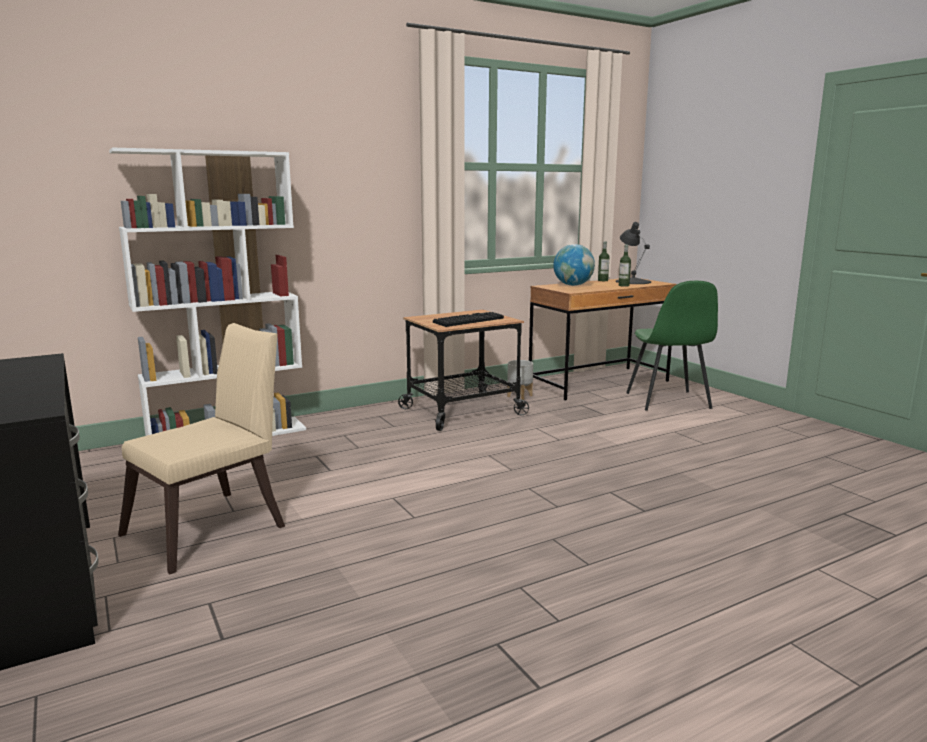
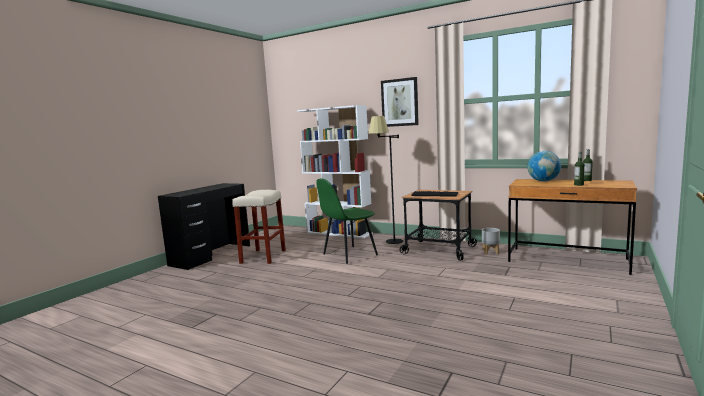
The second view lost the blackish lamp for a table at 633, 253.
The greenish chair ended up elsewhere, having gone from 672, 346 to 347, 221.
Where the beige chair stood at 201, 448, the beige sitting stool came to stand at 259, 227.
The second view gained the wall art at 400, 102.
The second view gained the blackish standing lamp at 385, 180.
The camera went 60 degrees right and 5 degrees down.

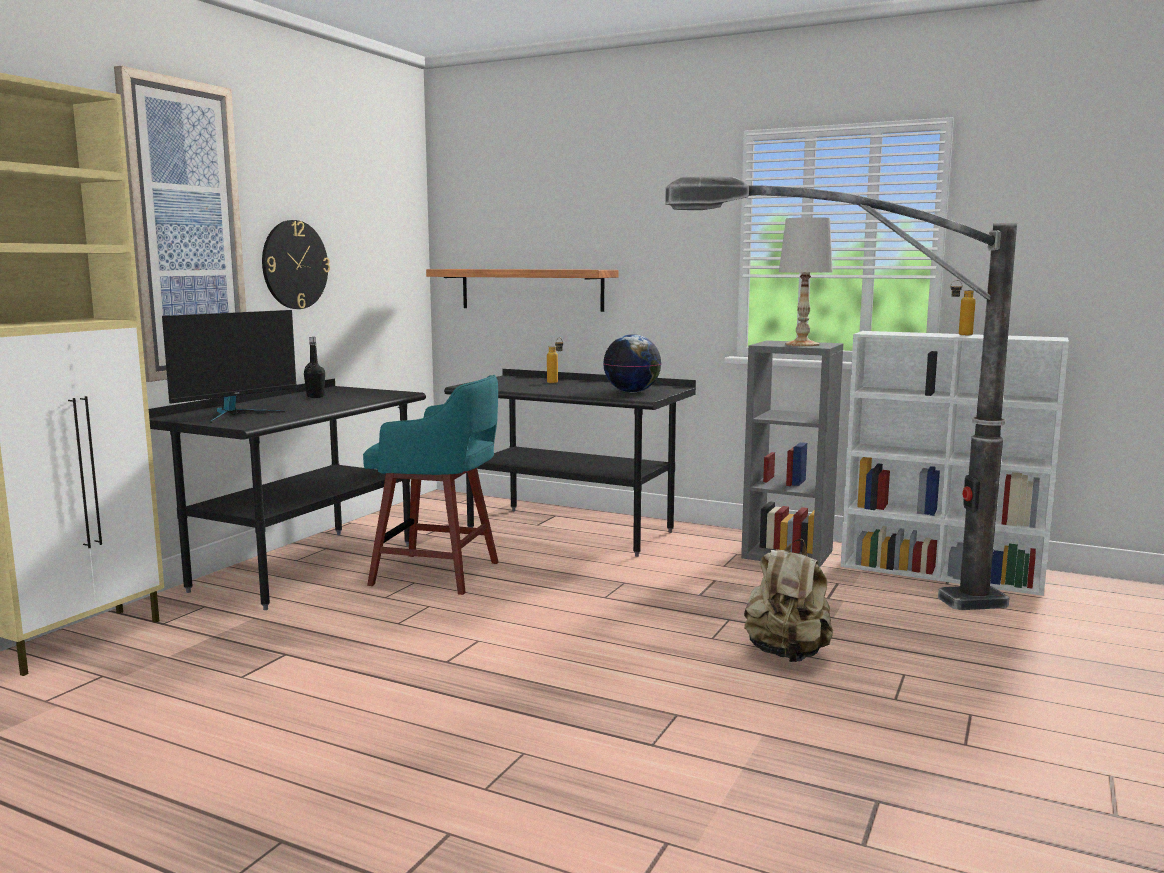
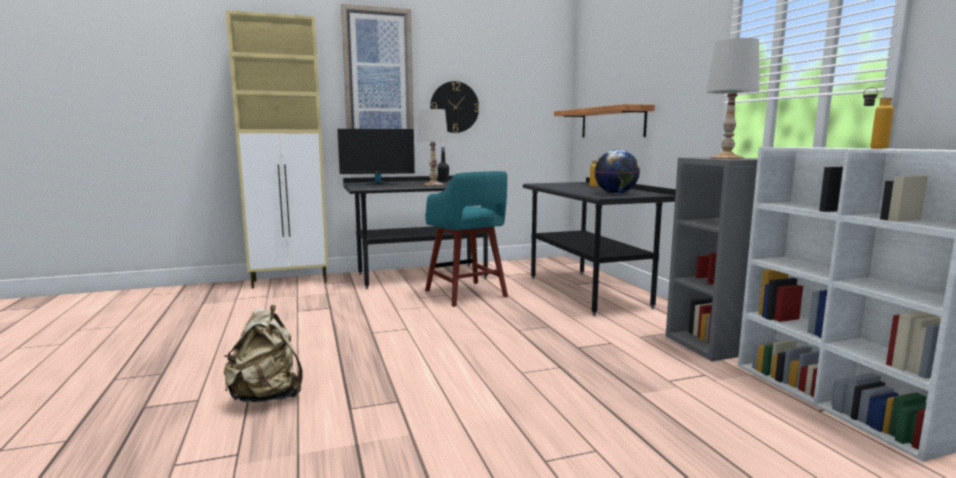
The second view lost the standing lamp at 841, 393.
The beige backpack ended up elsewhere, having gone from 788, 600 to 263, 353.
The second view gained the white-coloured lamp for a table at 432, 147.
The camera went 45 degrees right and 0 degrees up.

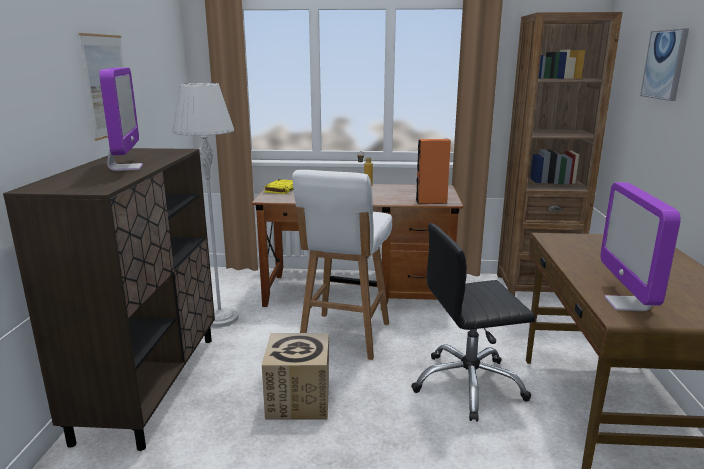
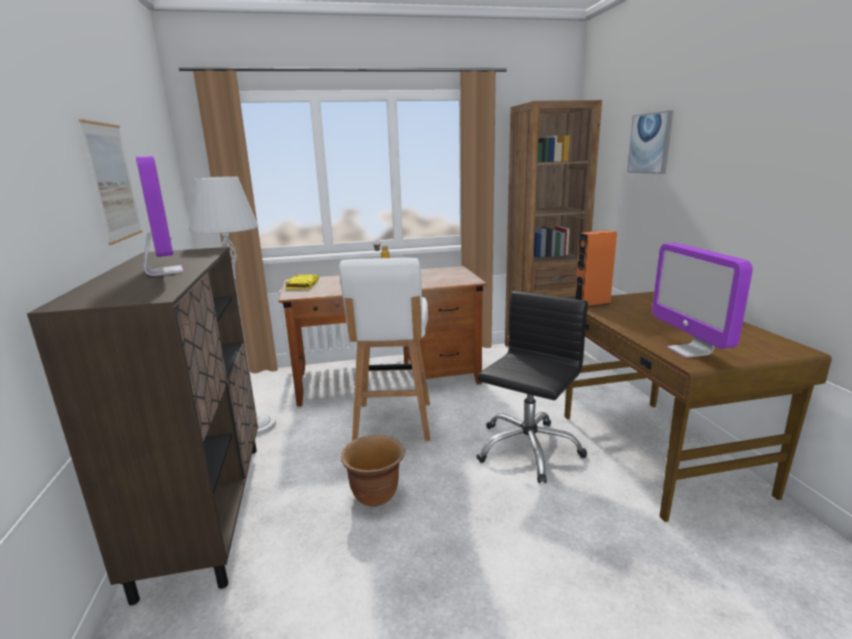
The orangey loudspeaker ended up elsewhere, having gone from 433, 171 to 596, 268.
The blackish desk chair at 473, 322 ended up facing another way, 150 degrees clockwise from before.
Where the carton stood at 295, 376, the brown planter came to stand at 372, 471.
The camera went 15 degrees left and 0 degrees up.

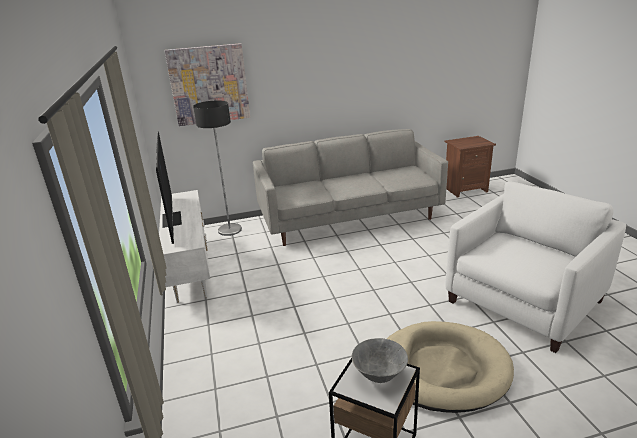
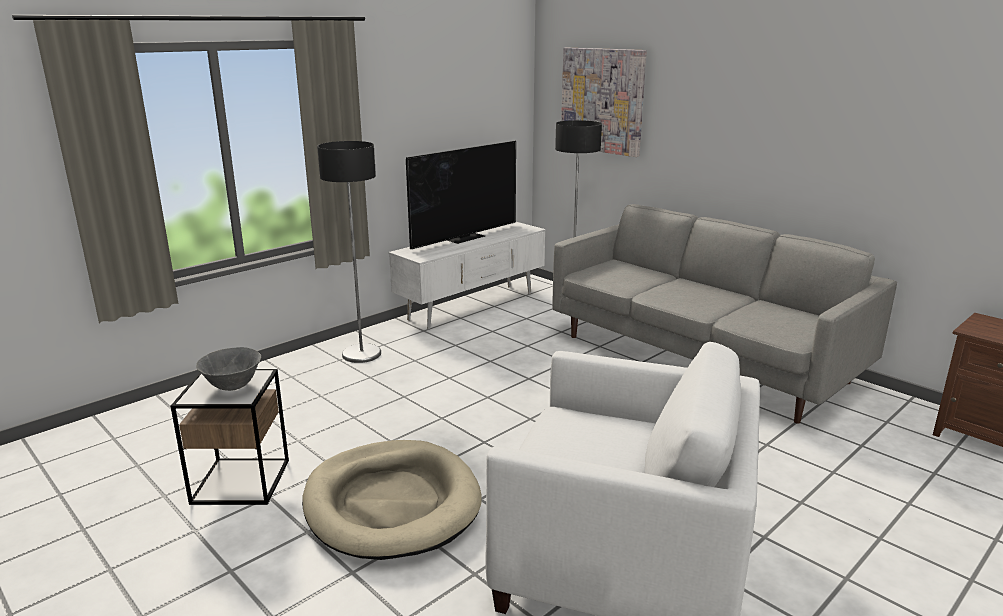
The second view gained the standing lamp at 349, 252.
The camera went 60 degrees right and 5 degrees down.

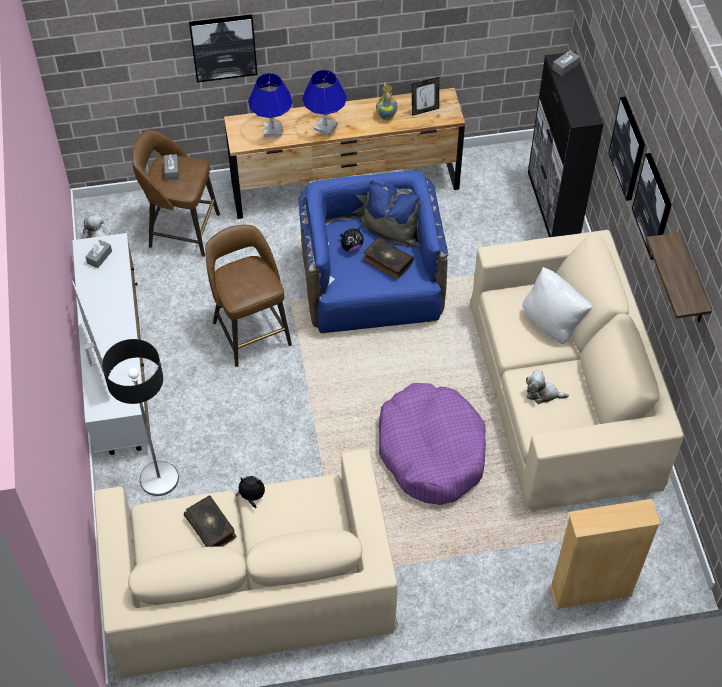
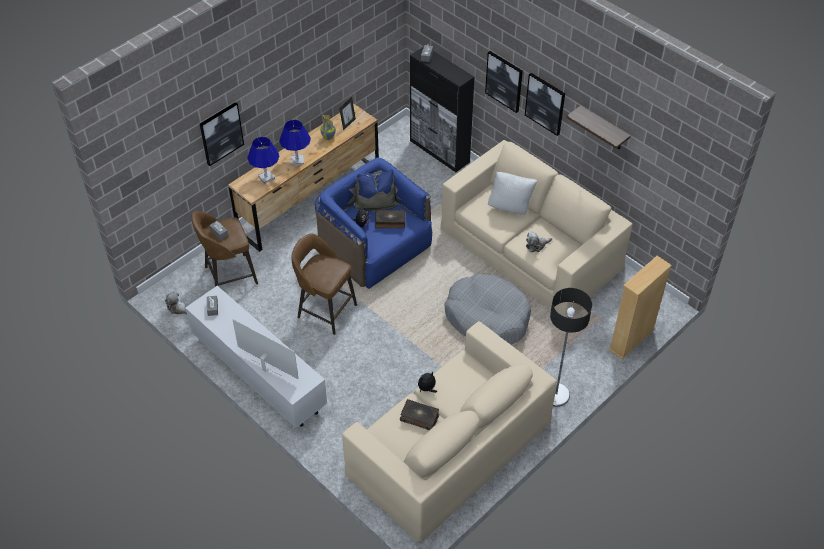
The standing lamp ended up elsewhere, having gone from 140, 417 to 571, 347.
What was the purplish dog cushion at 432, 444 turned into the greyish dog cushion at 488, 309.
The camera went 35 degrees left and 5 degrees down.

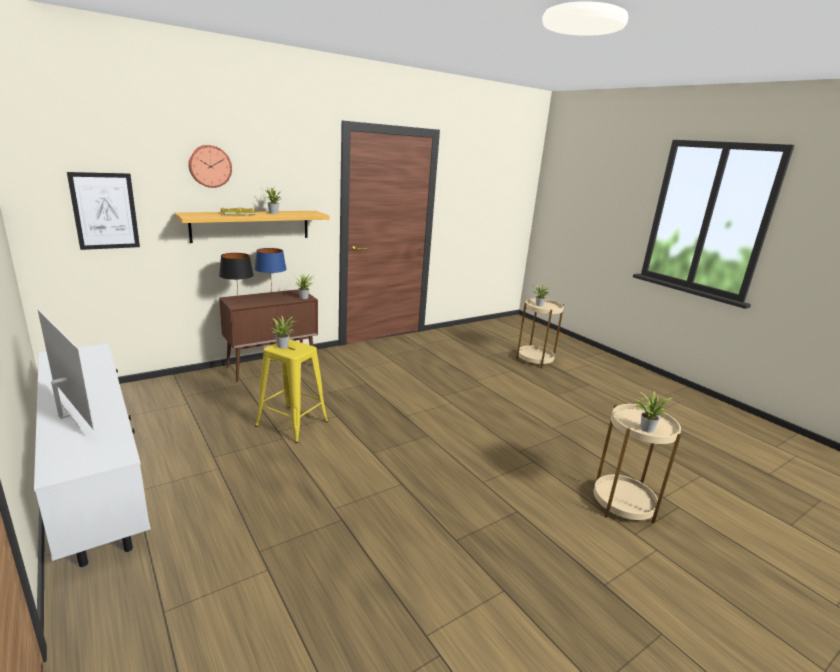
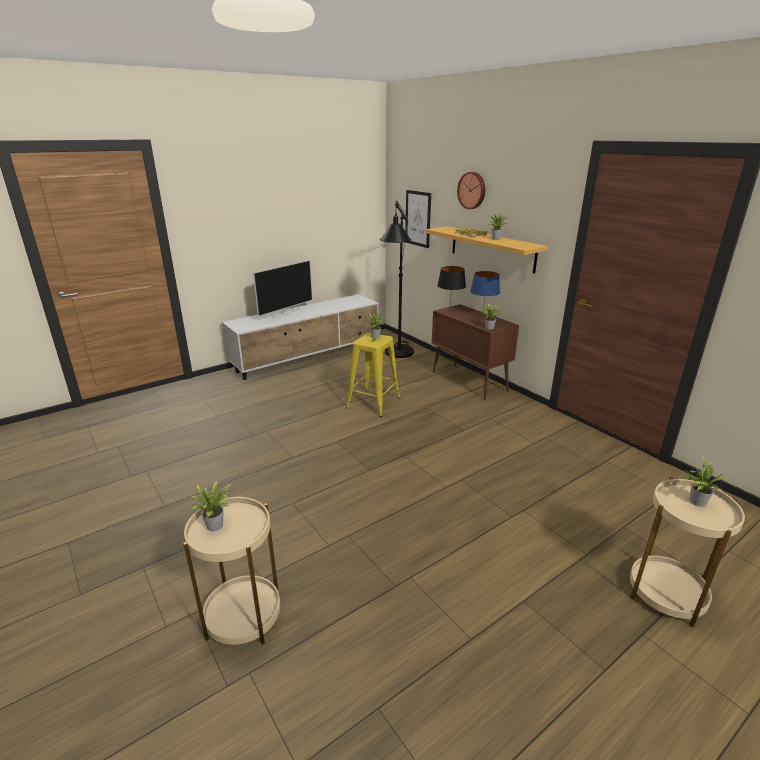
The second view gained the blackish standing lamp at 397, 279.
The camera went 90 degrees right and 5 degrees up.

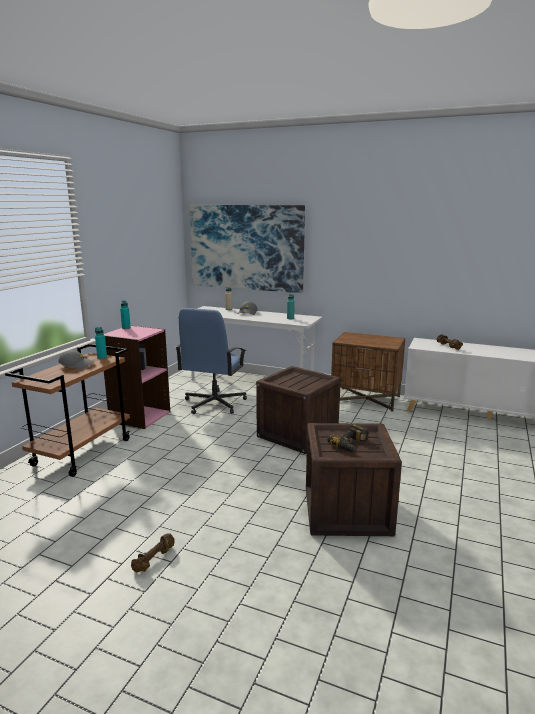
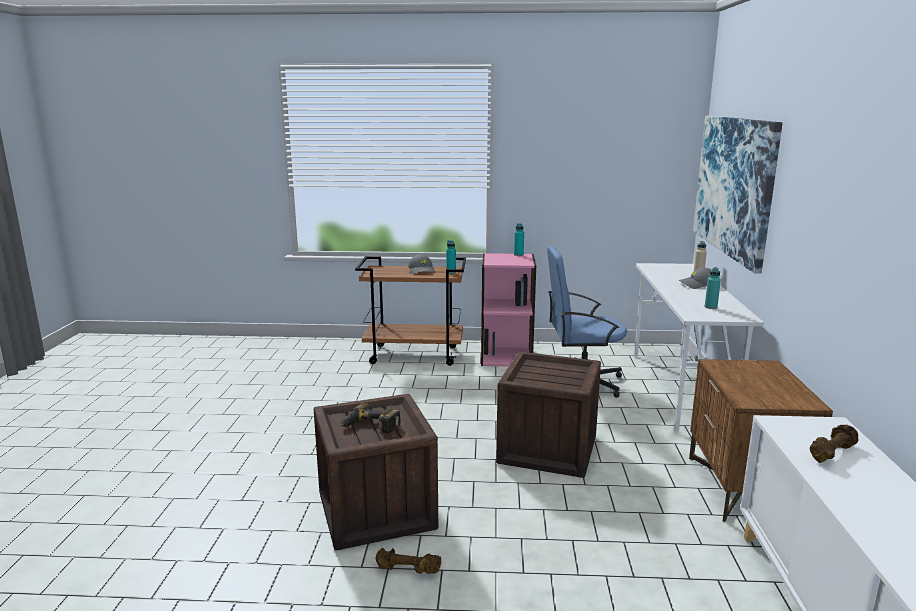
The brown free weight ended up elsewhere, having gone from 153, 552 to 408, 561.
The camera went 70 degrees right and 0 degrees up.

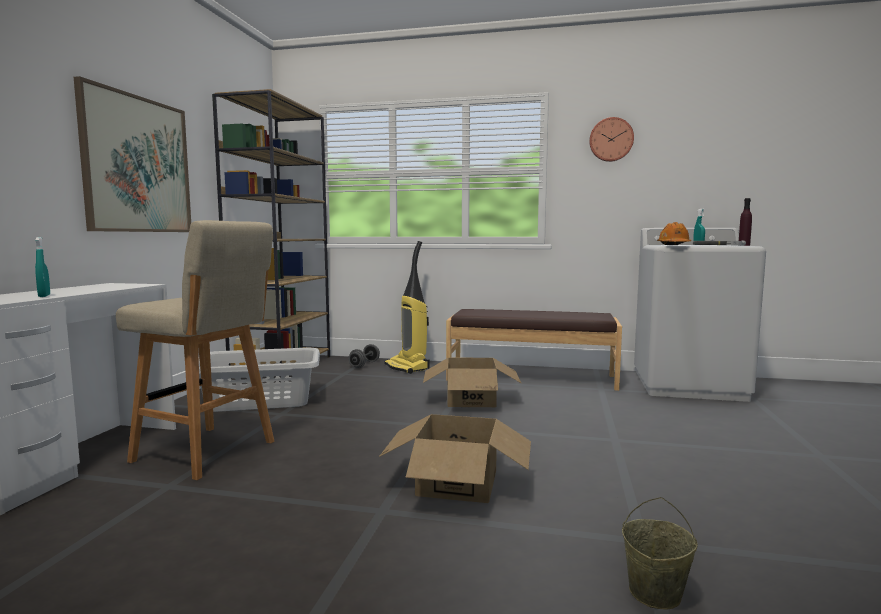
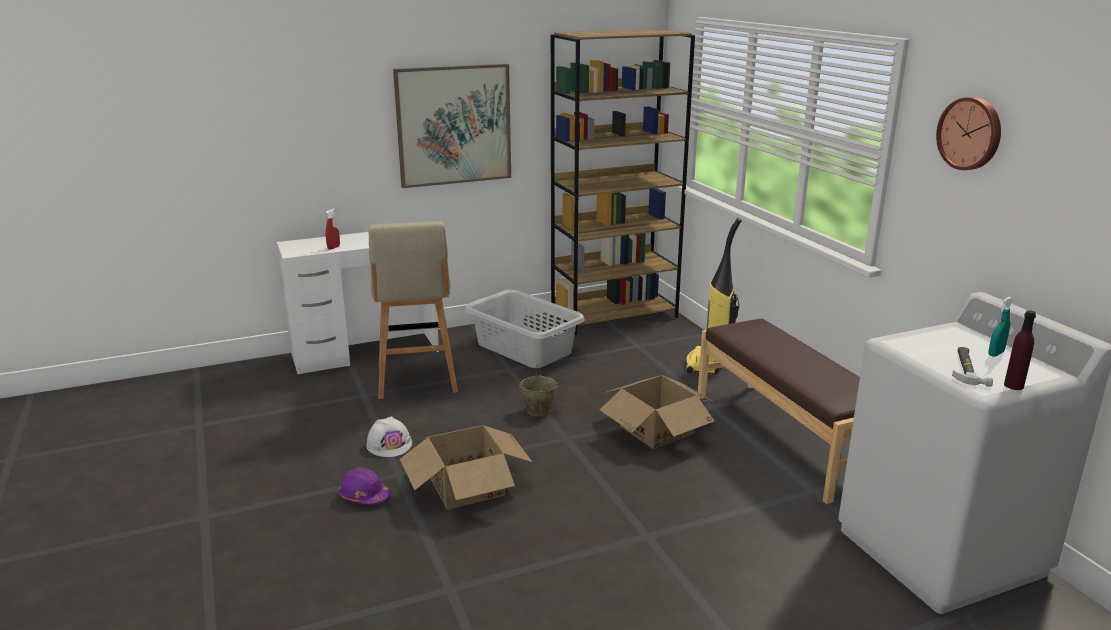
The second view lost the orangey safety helmet at 674, 233.
What was the turquoise spray bottle at 42, 267 turned into the red-coloured spray bottle at 333, 229.
The second view lost the greyish free weight at 364, 356.
The beige water bucket ended up elsewhere, having gone from 660, 553 to 538, 390.
The second view gained the white-coloured safety helmet at 389, 436.
The second view gained the purplish safety helmet at 364, 485.
The camera went 55 degrees right and 15 degrees up.

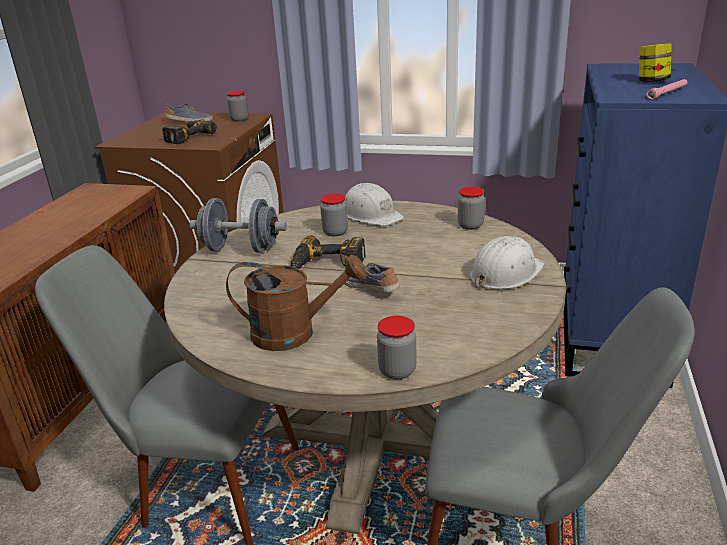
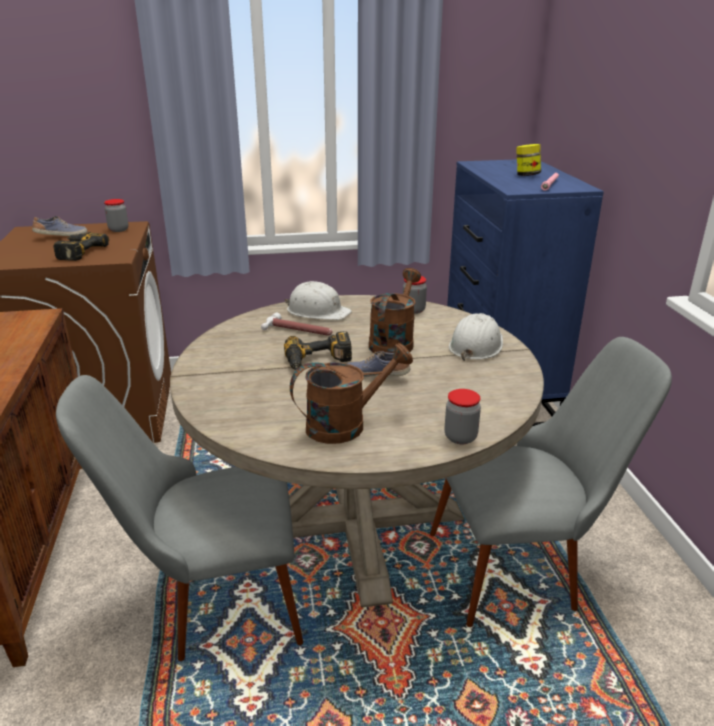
Where the preserve jar stood at 334, 214, the hand hammer came to stand at 296, 323.
The second view lost the greyish free weight at 238, 225.
The second view gained the brown watering can at 395, 310.
The camera went 25 degrees left and 0 degrees up.

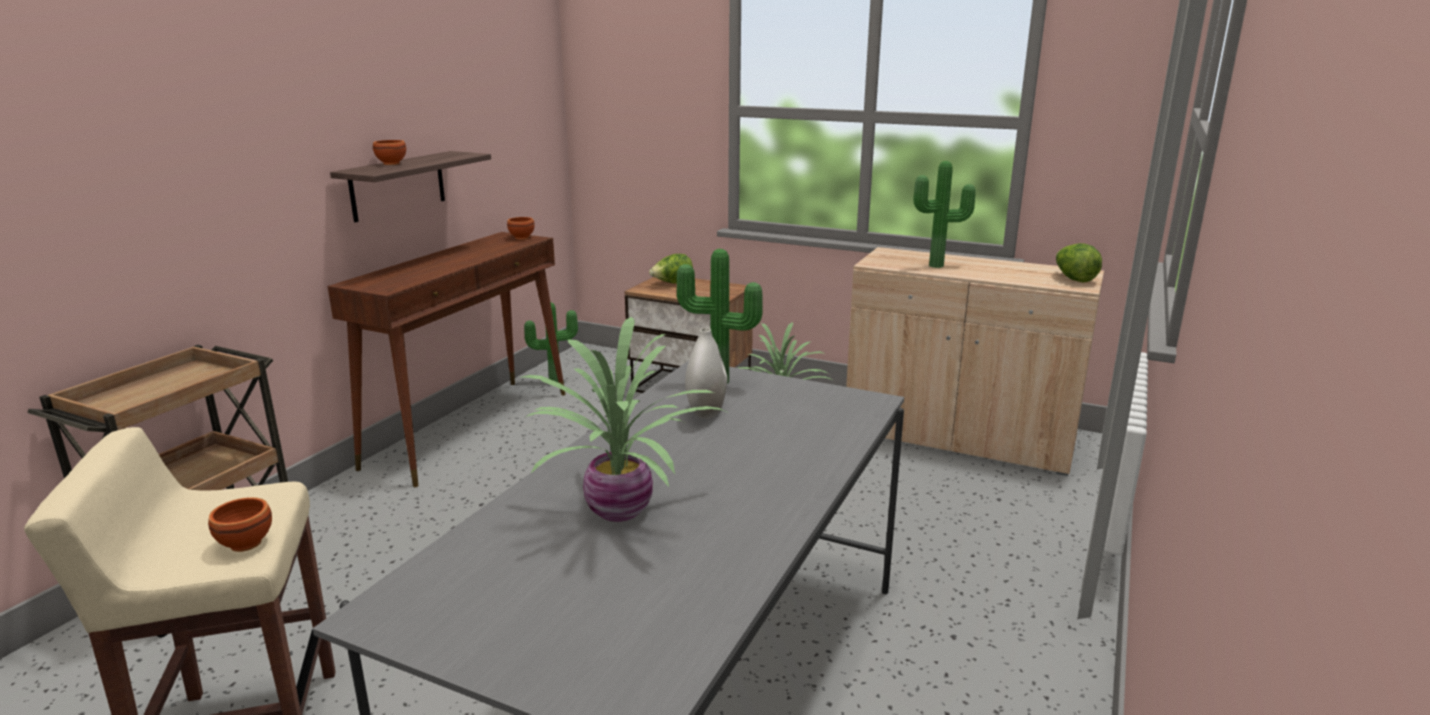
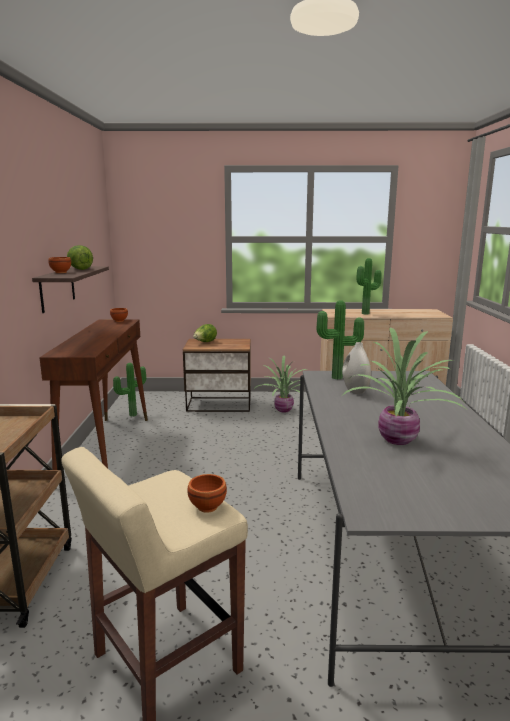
The lettuce head ended up elsewhere, having gone from 1079, 262 to 80, 257.
The camera went 25 degrees left and 5 degrees down.

